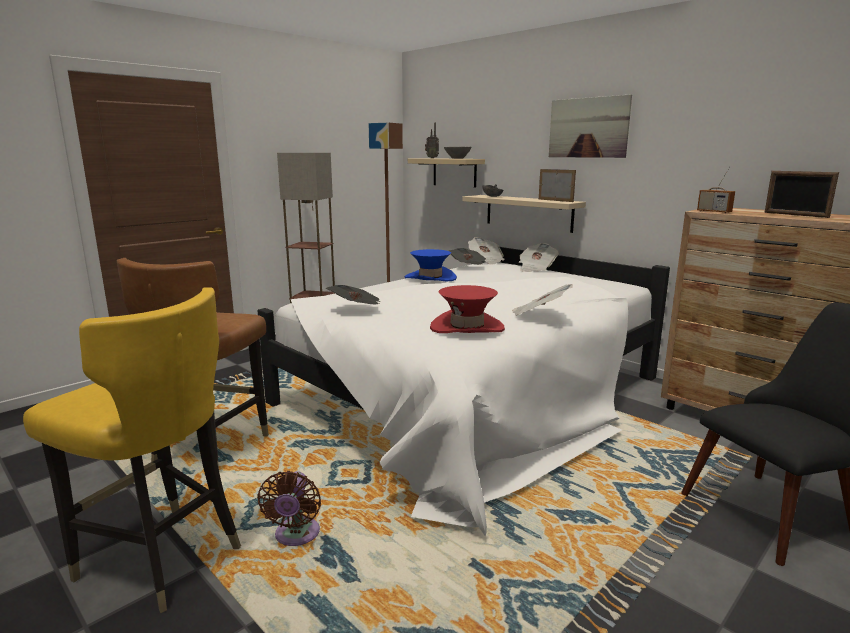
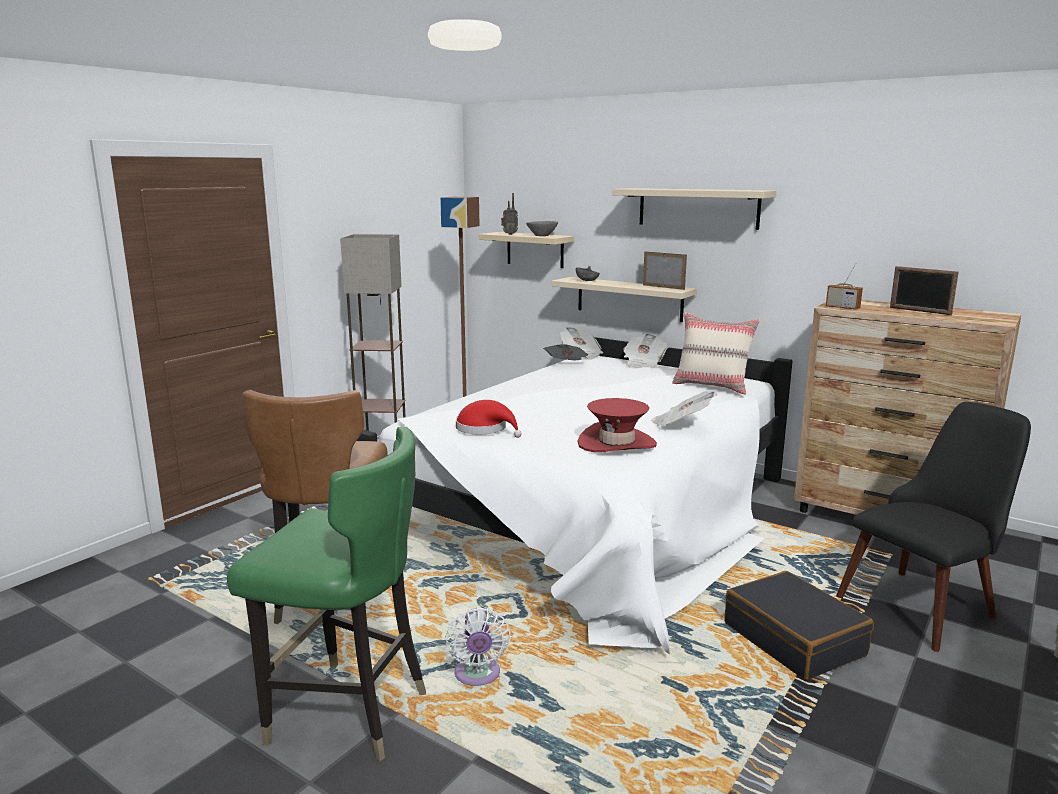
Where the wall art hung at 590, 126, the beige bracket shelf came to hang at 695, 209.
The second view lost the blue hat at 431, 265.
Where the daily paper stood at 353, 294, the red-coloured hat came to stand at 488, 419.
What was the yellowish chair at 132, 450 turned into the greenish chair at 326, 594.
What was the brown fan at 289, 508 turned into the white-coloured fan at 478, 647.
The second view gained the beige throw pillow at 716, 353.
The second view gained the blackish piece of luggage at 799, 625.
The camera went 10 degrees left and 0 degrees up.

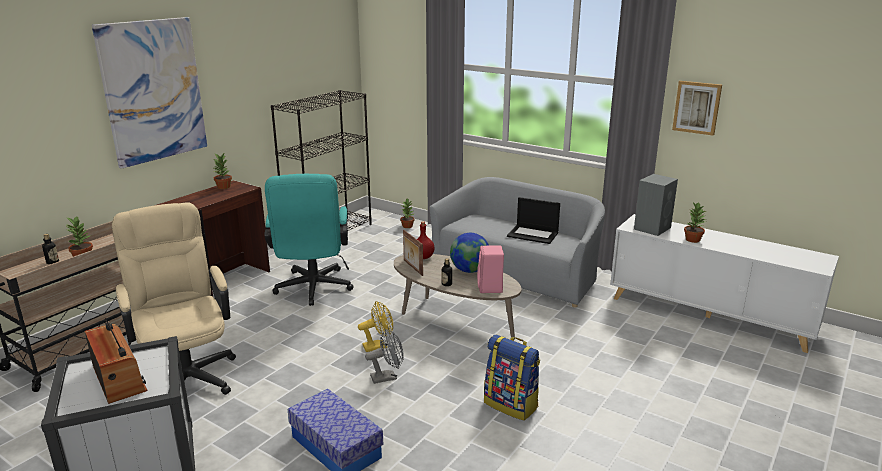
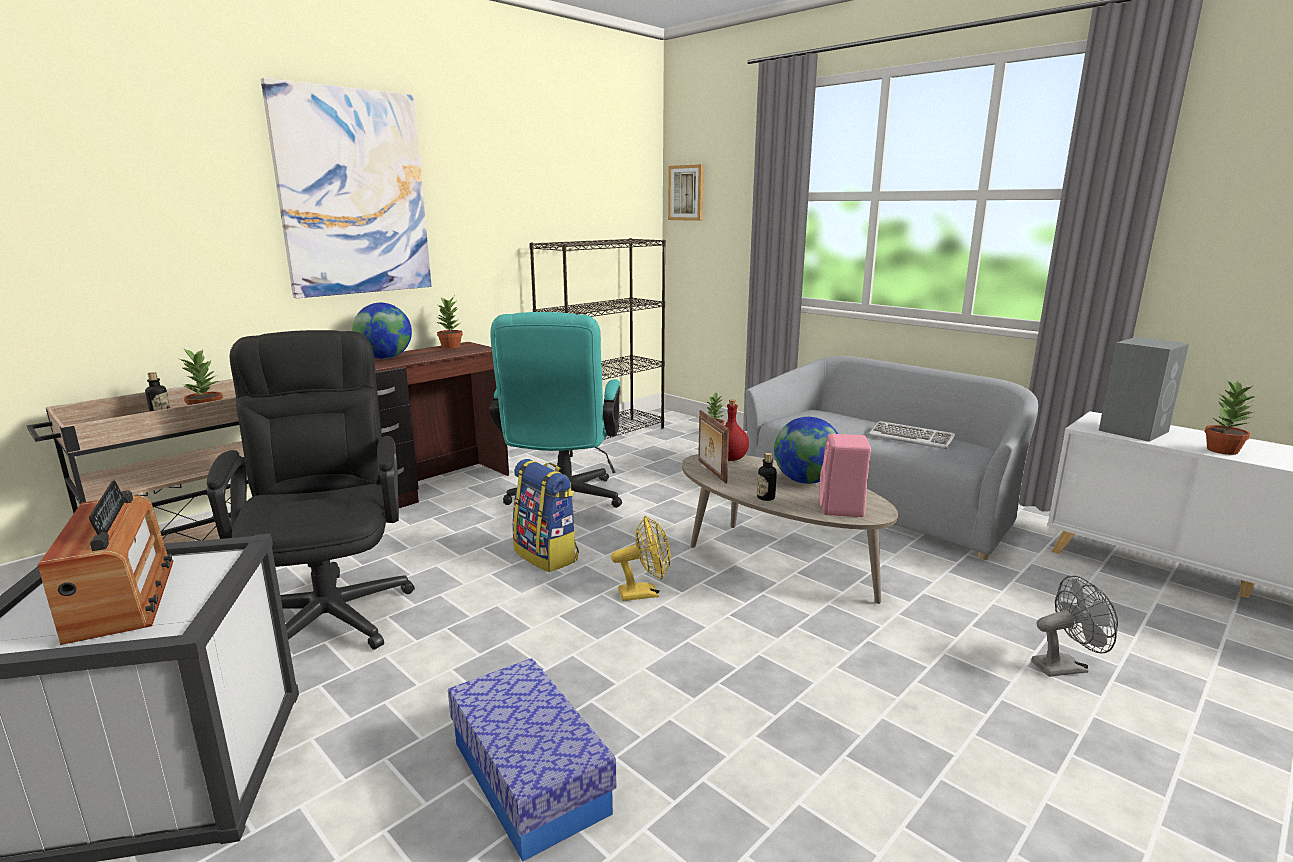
The wall art ended up elsewhere, having gone from 697, 108 to 686, 192.
Where the notebook computer stood at 533, 220, the computer keyboard came to stand at 911, 435.
What was the beige desk chair at 174, 298 turned into the blackish desk chair at 311, 490.
The greyish fan ended up elsewhere, having gone from 384, 356 to 1074, 626.
The backpack ended up elsewhere, having gone from 512, 377 to 545, 515.
The second view gained the world globe at 382, 331.
The camera went 10 degrees right and 5 degrees down.

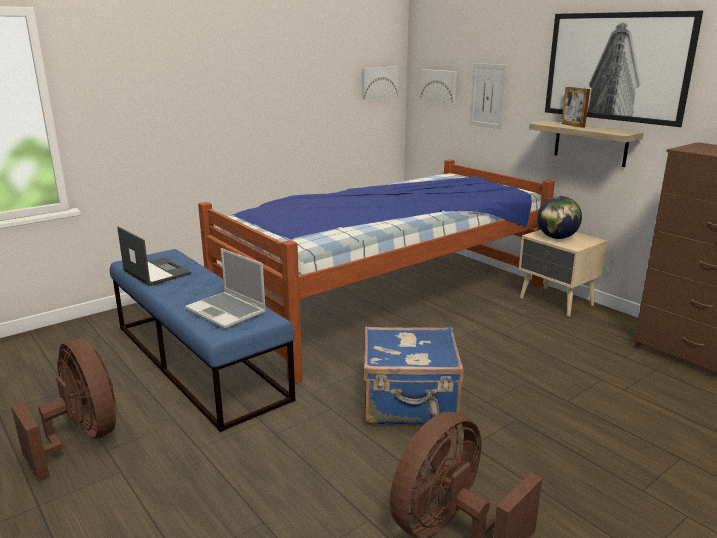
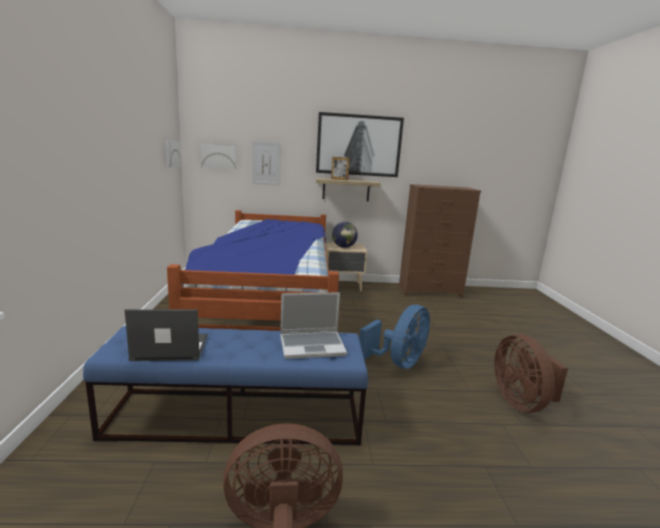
Where the blue piece of luggage stood at 413, 376, the blue fan came to stand at 394, 337.
The camera went 55 degrees left and 5 degrees down.

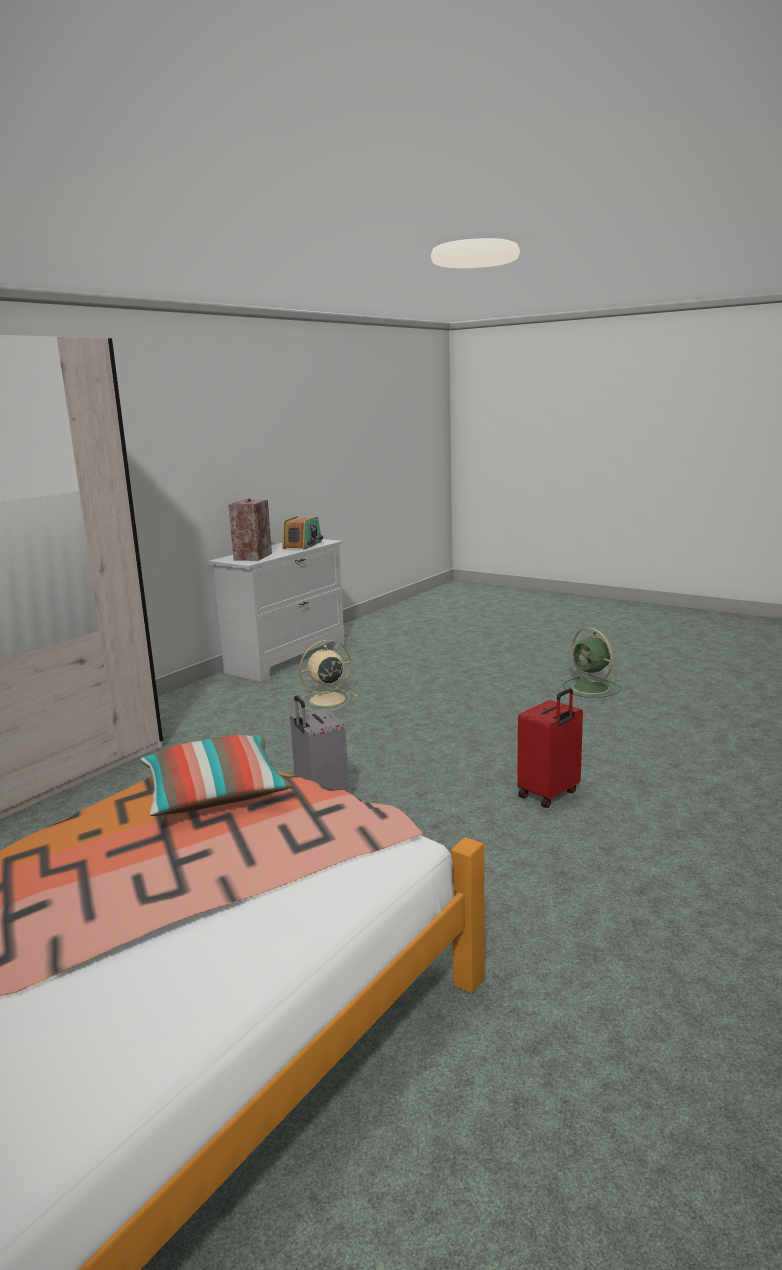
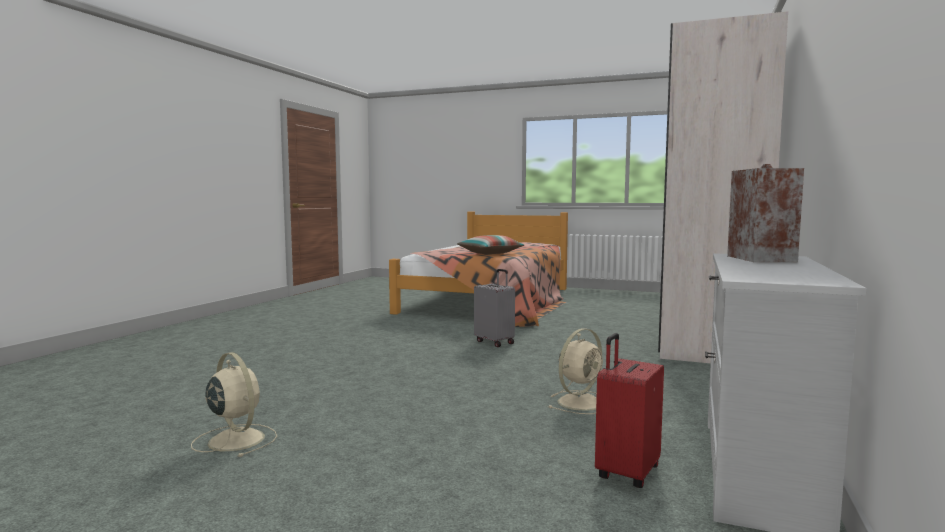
The second view lost the radio set at 303, 533.
What was the greenish fan at 592, 663 turned into the beige fan at 234, 404.
The red-coloured piece of luggage ended up elsewhere, having gone from 550, 748 to 629, 410.
The camera went 165 degrees right and 10 degrees down.

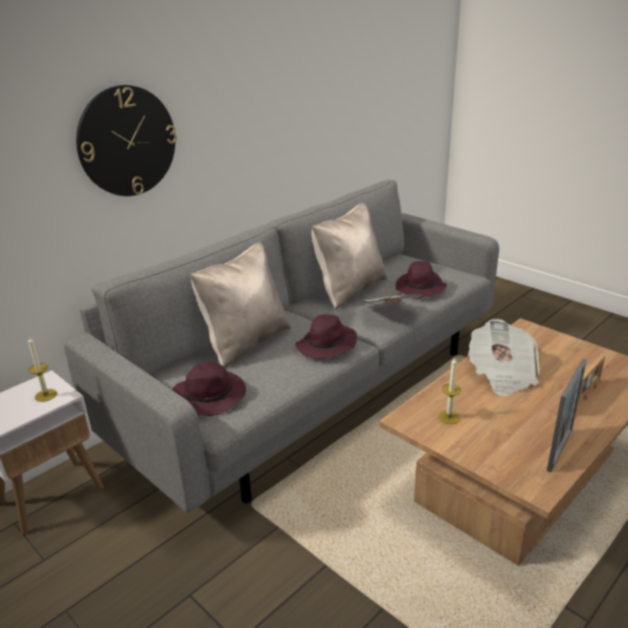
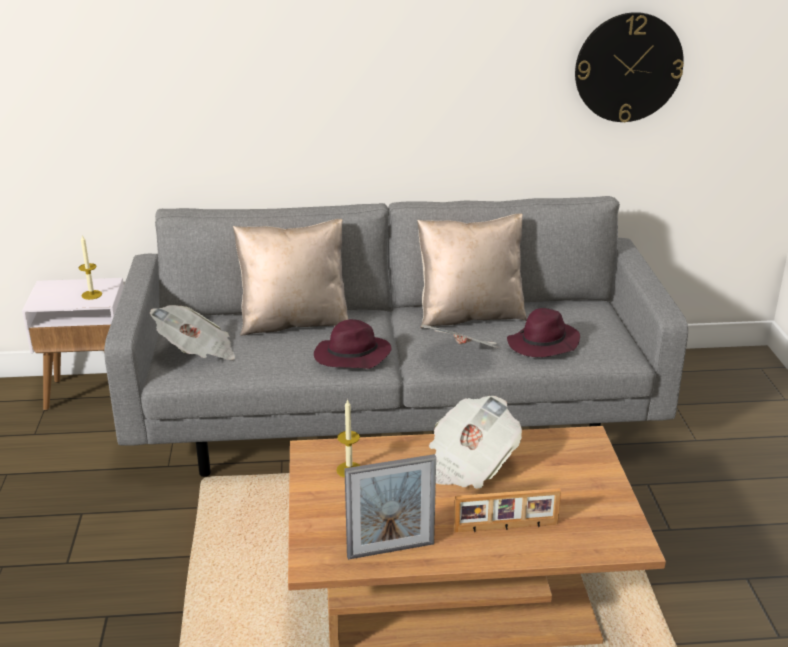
The hanging clock ended up elsewhere, having gone from 126, 140 to 629, 67.
Where the purplish hat stood at 209, 389, the daily paper came to stand at 192, 332.
The camera went 40 degrees right and 0 degrees up.

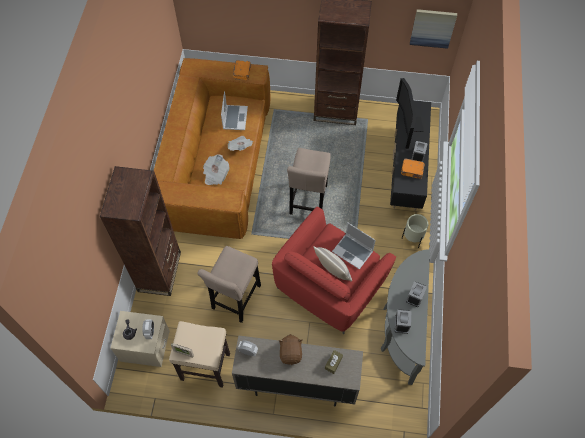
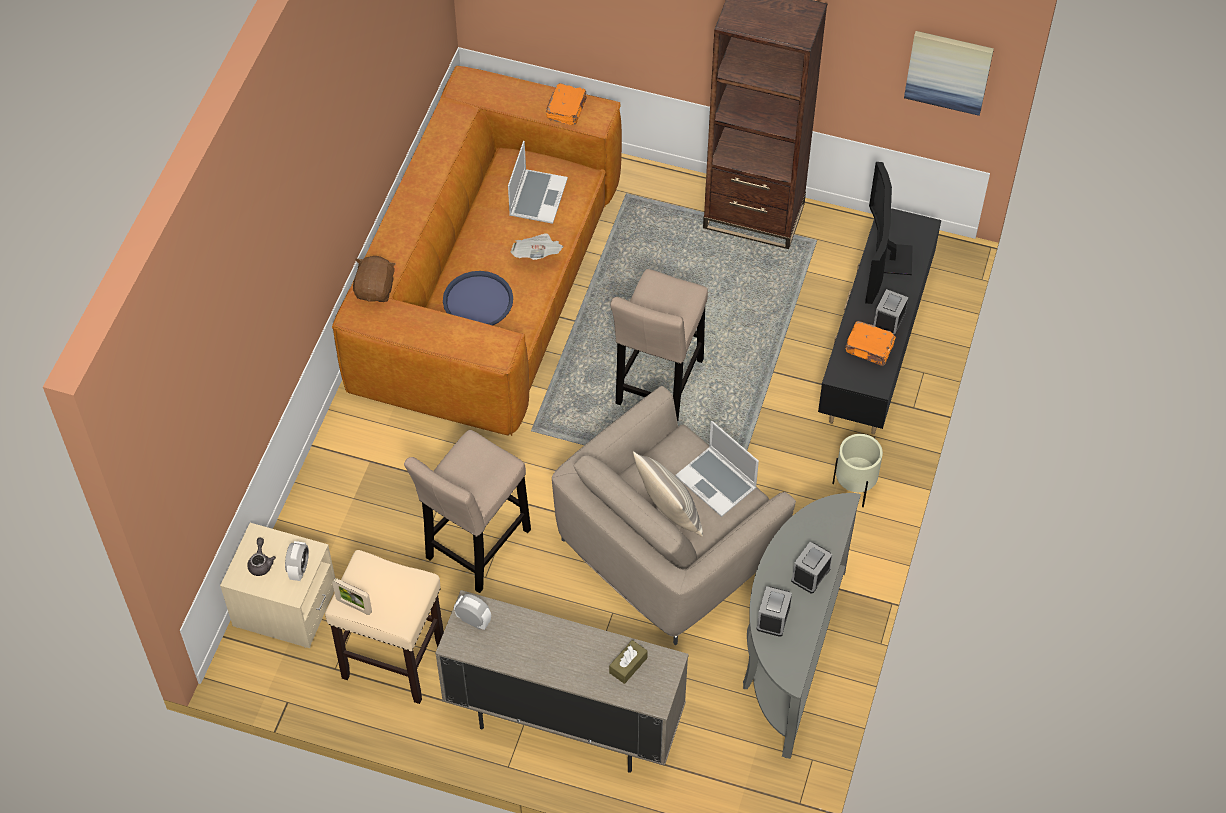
Where the daily paper stood at 216, 169, the blue tray came to stand at 478, 298.
The second view lost the brown bookshelf at 140, 231.
What was the red-coloured easy chair at 334, 270 turned into the beige easy chair at 674, 515.
The brown cuddly toy ended up elsewhere, having gone from 290, 349 to 374, 279.
The camera went 10 degrees right and 5 degrees down.

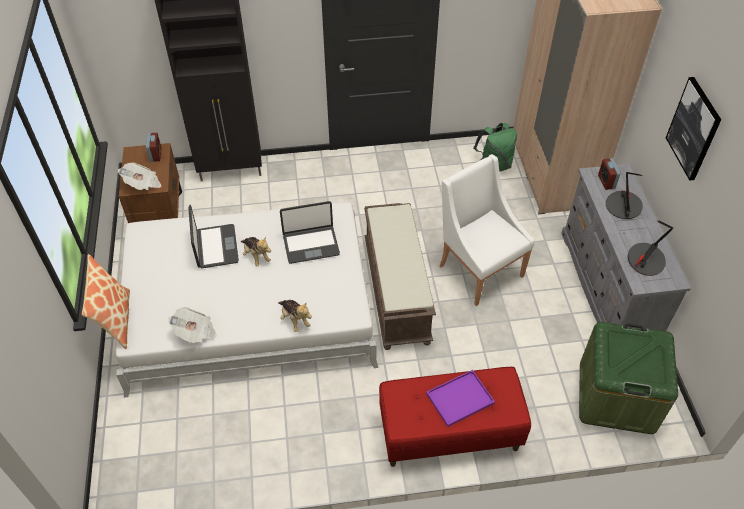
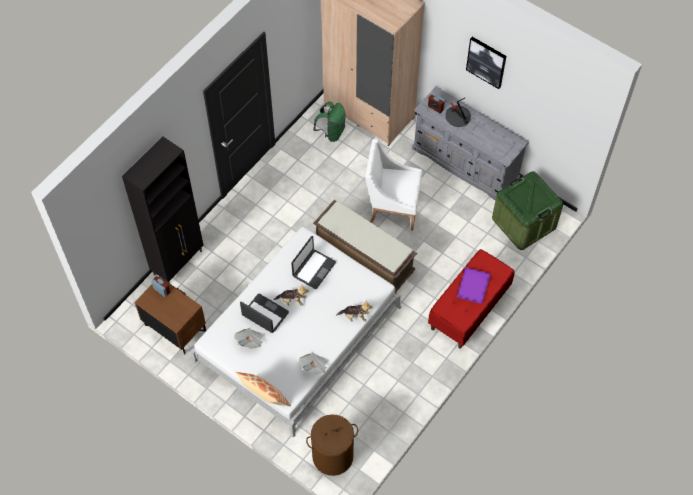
The daily paper ended up elsewhere, having gone from 139, 176 to 249, 338.
The second view lost the lamp for a table at 650, 248.
The second view gained the brown washing basket at 332, 445.
The camera went 45 degrees left and 10 degrees up.

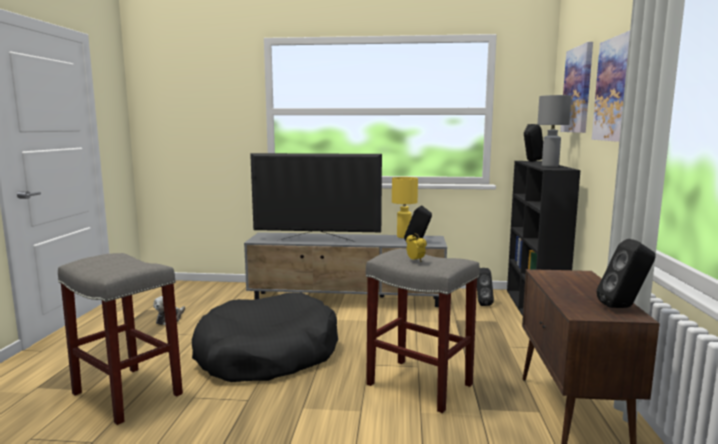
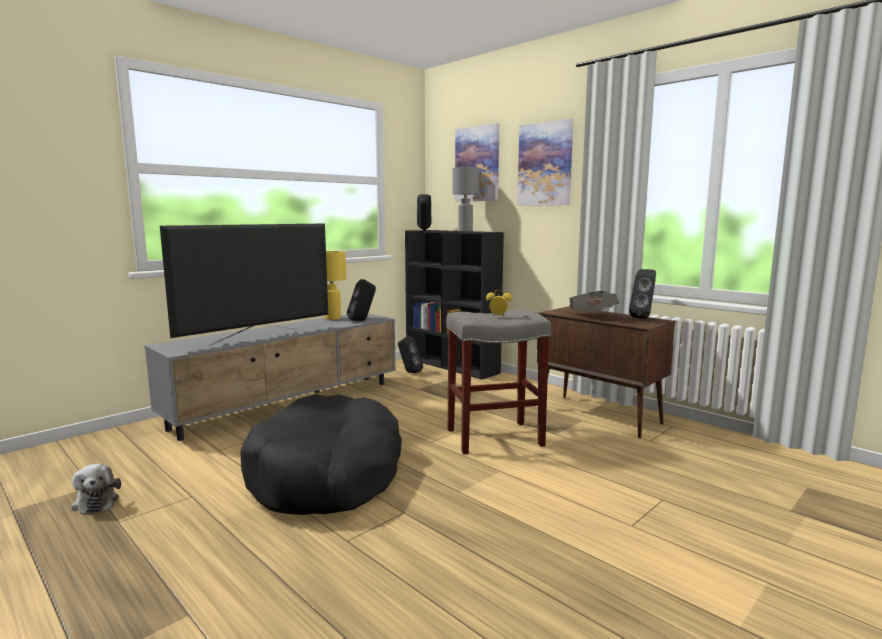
The second view lost the greyish sitting stool at 120, 339.
The second view gained the daily paper at 594, 301.
The camera went 50 degrees left and 0 degrees up.

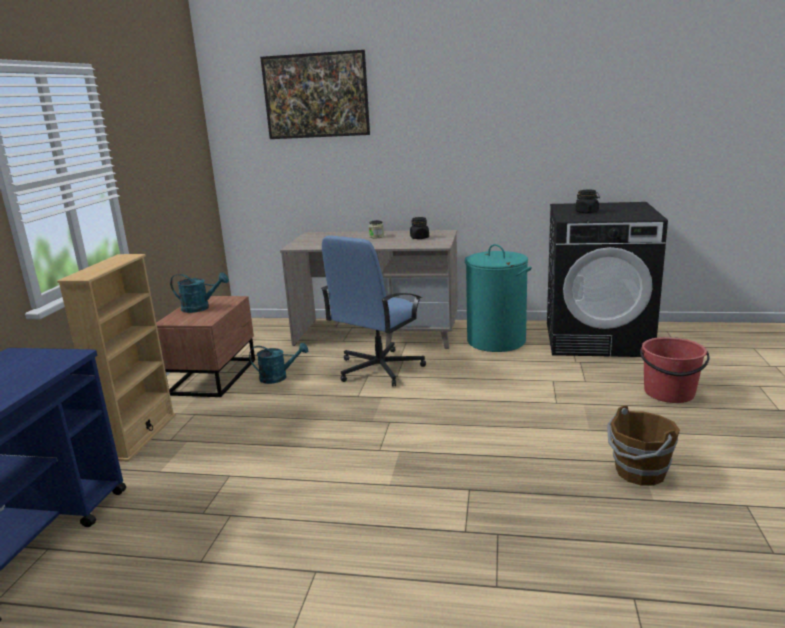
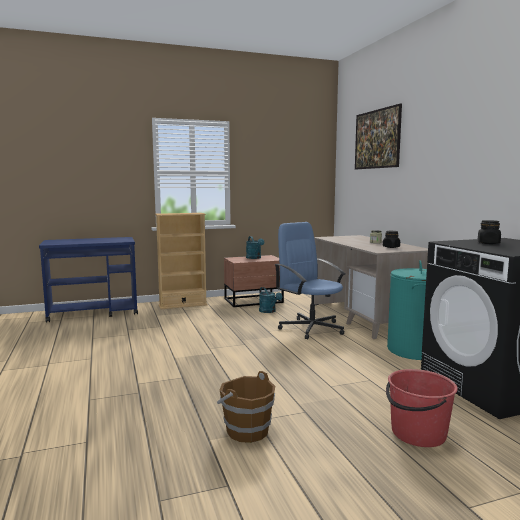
The blue desk chair at 373, 311 ended up facing another way, 45 degrees clockwise from before.
The camera went 60 degrees right and 10 degrees down.

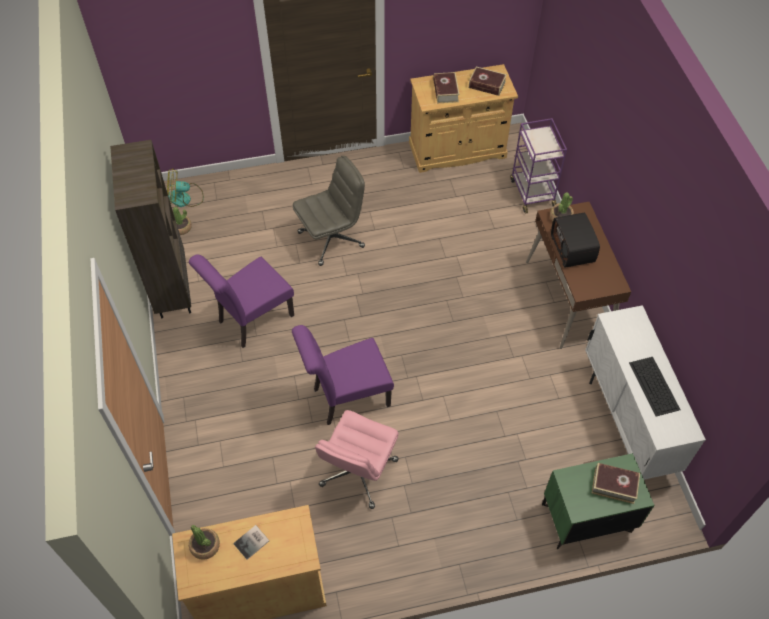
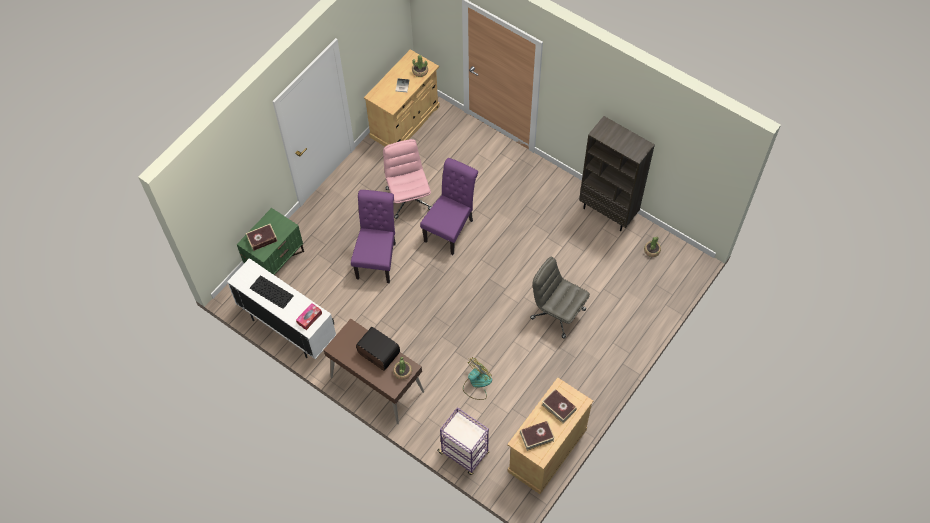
The greyish desk chair at 329, 211 ended up facing another way, 105 degrees clockwise from before.
The fan ended up elsewhere, having gone from 185, 187 to 477, 378.
The purplish chair ended up elsewhere, having gone from 241, 301 to 373, 236.
The second view gained the tissue holder at 309, 316.
The camera went 140 degrees right and 5 degrees up.

